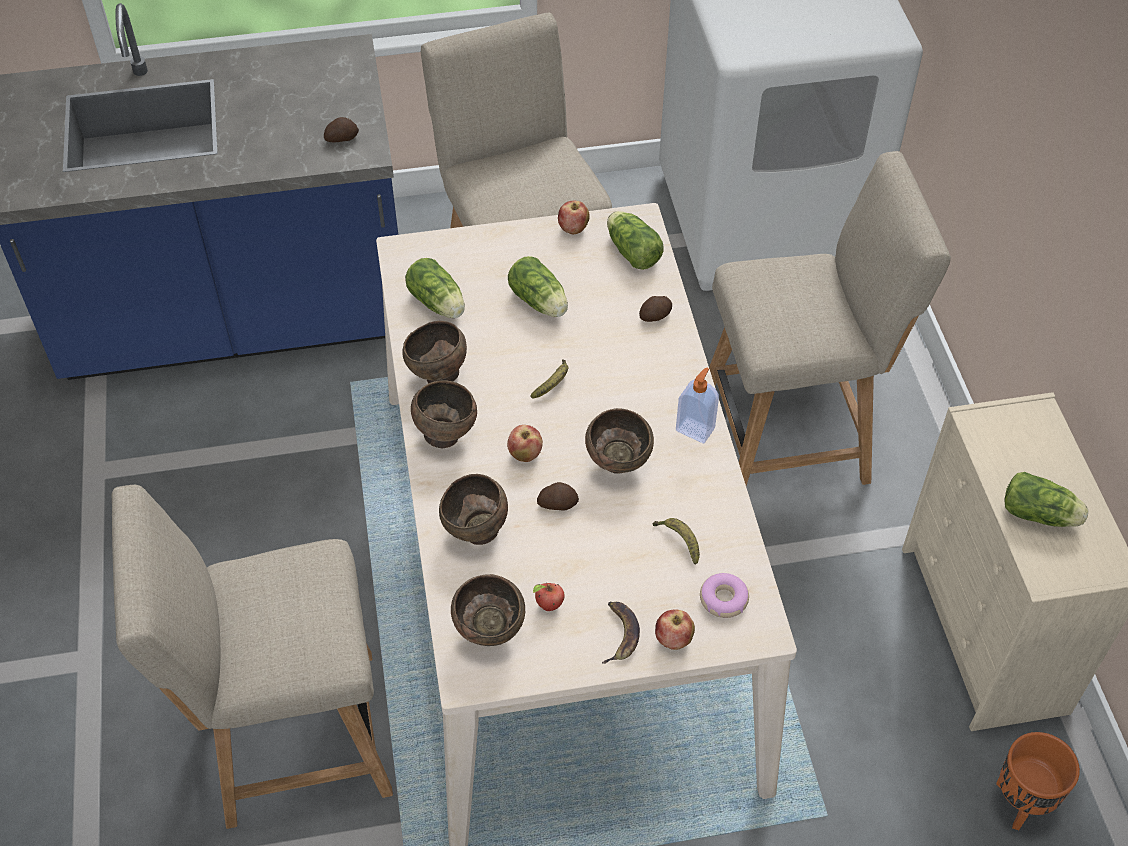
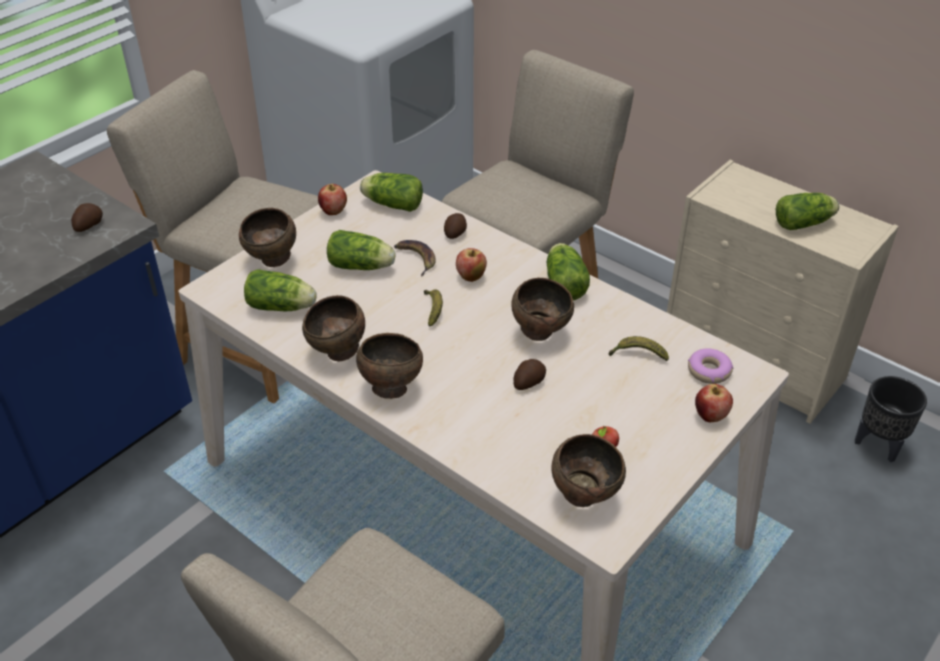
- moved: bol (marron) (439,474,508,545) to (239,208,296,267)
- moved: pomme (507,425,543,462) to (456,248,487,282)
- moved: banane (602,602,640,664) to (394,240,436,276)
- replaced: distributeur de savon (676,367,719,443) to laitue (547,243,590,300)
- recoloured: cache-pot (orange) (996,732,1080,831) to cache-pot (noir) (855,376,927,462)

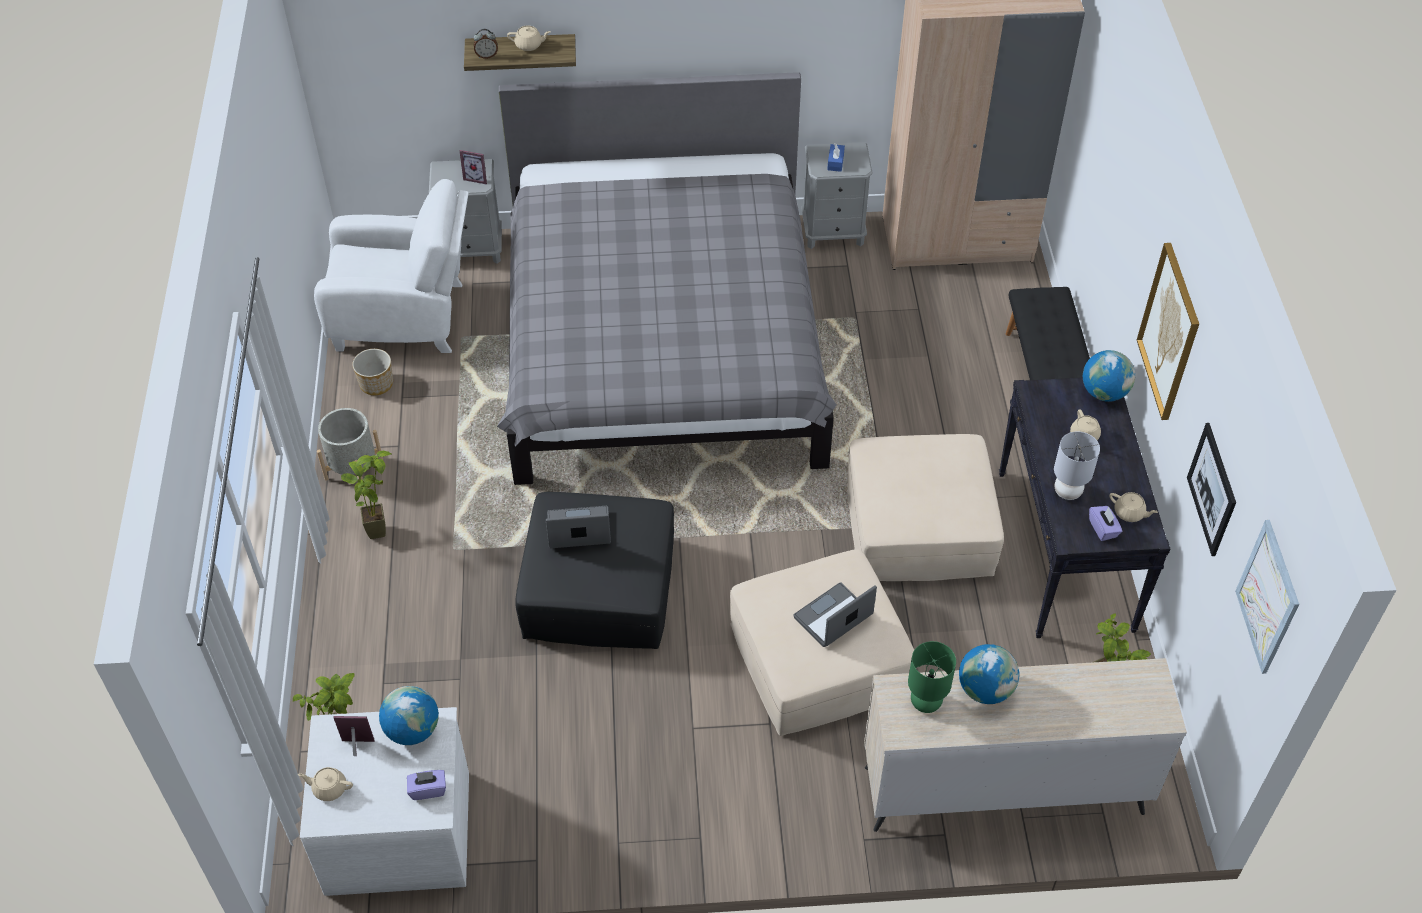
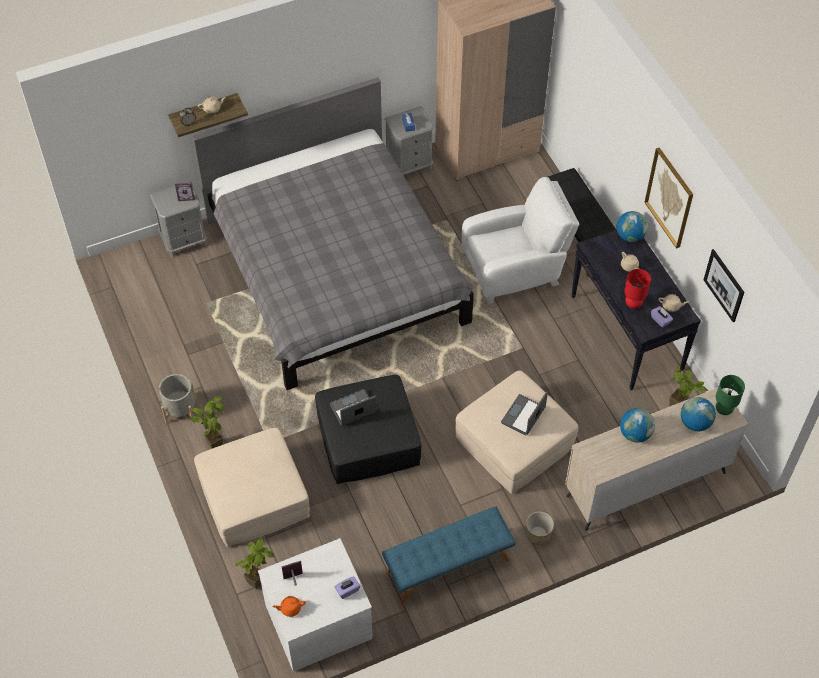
- removed: tableau (1235,520,1299,674)
- added: banc (bleu) (382,506,516,605)
- moved: fauteuil (blanc) (314,179,469,353) to (462,177,579,305)
- moved: cache-pot (352,349,393,395) to (526,512,554,545)
- moved: globe (379,686,439,745) to (681,397,716,431)
- moved: pouf (beige) (847,434,1004,581) to (194,428,310,547)
- moved: lampe de table (vert) (908,641,956,713) to (716,375,745,415)
- recoloured: théière (beige) (298,767,353,801) to théière (orange) (272,596,306,617)
- recoloured: lampe de table (gris) (1054,431,1100,500) to lampe de table (rouge) (624,269,651,309)

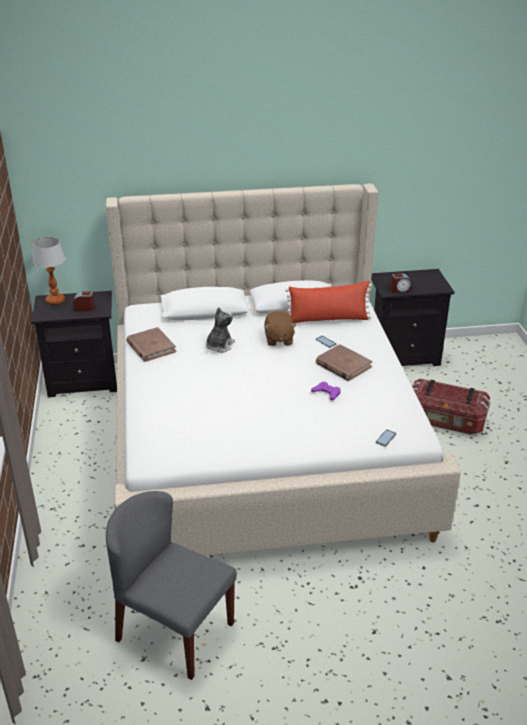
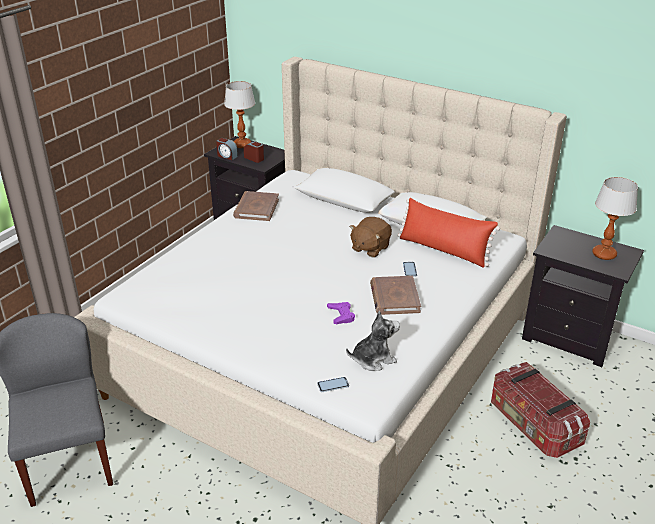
- added: lampe de table (592,177,638,260)
- moved: peluche (206,307,235,353) to (346,311,400,371)
- moved: réveil (391,273,412,293) to (216,138,238,160)

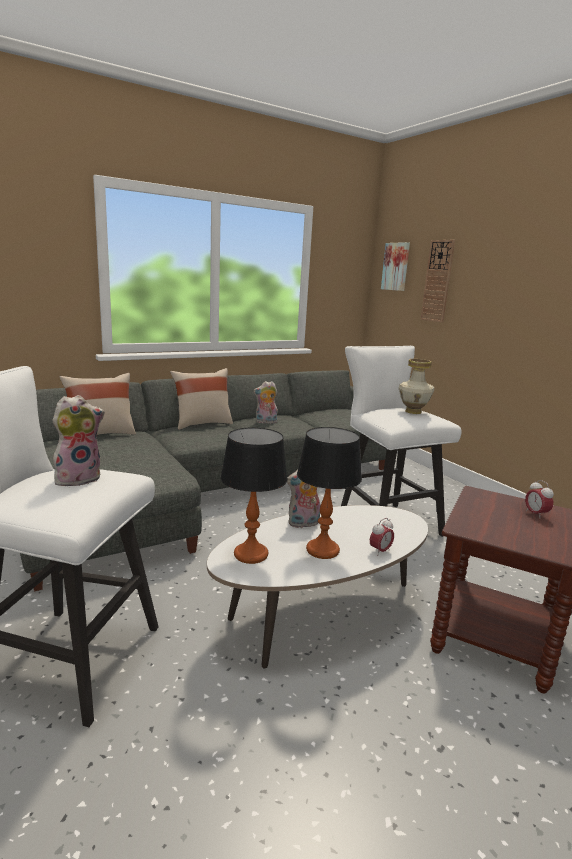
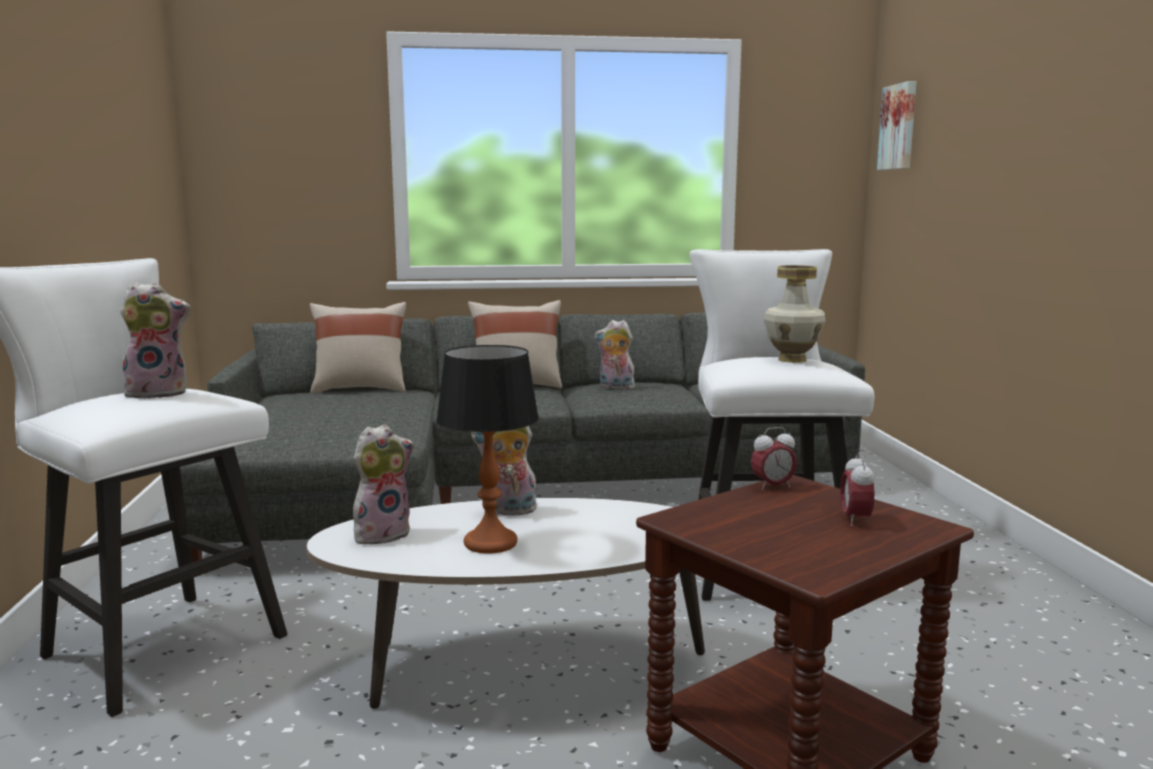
- removed: horloge murale (421,240,455,322)
- moved: réveil (370,518,394,556) to (751,427,797,490)
- replaced: lampe de table (220,427,288,564) to peluche (353,424,414,545)

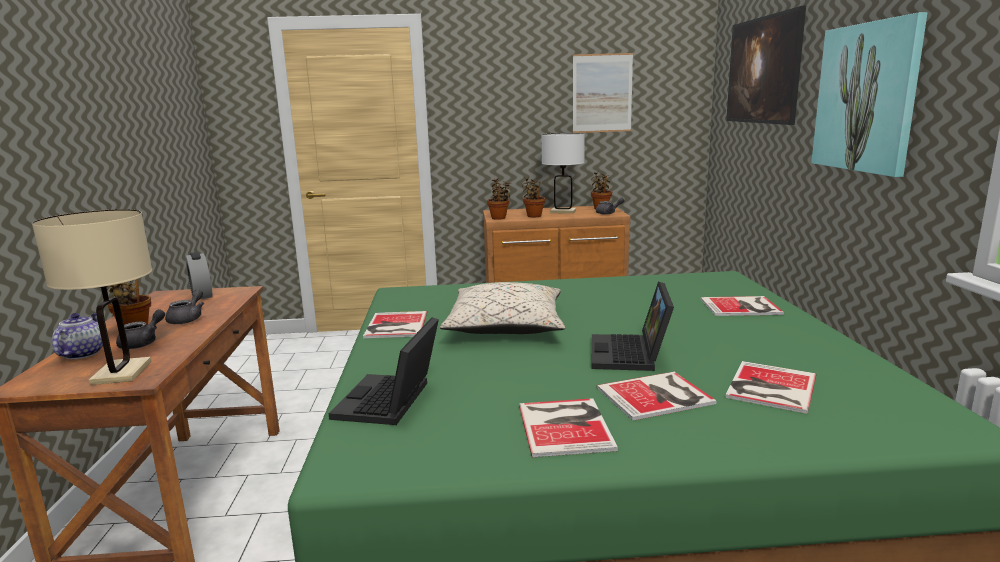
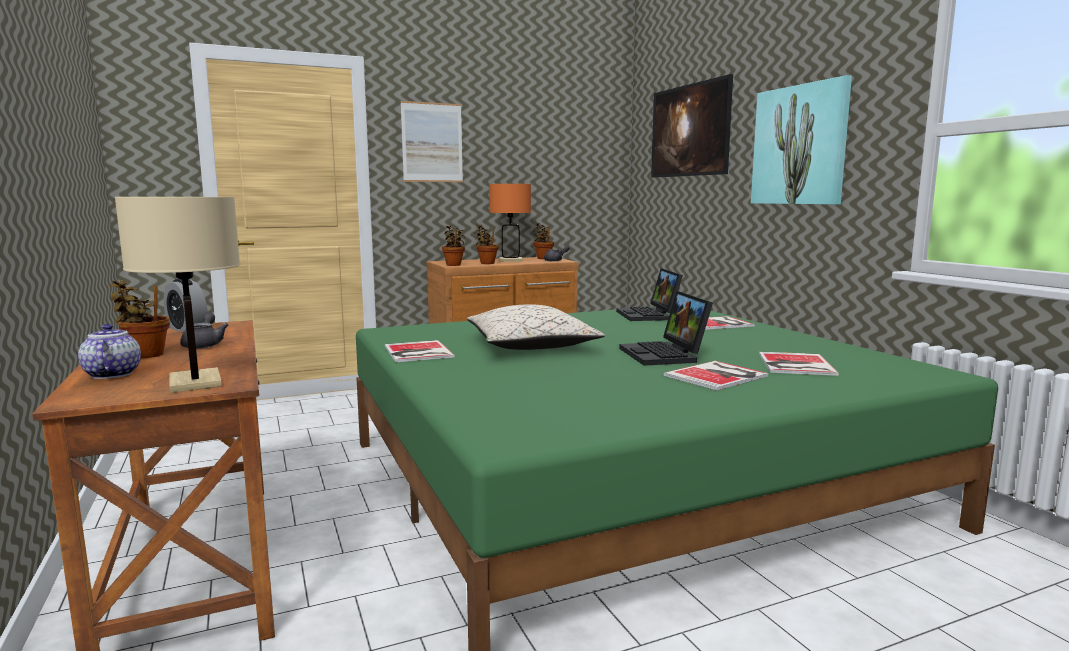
- removed: théière (gris) (116,309,165,349)
- removed: livre (519,398,618,457)
- moved: ordinateur portable (329,317,439,425) to (616,268,683,321)
- moved: tableau (573,53,633,133) to (401,101,463,182)
- recoloured: lampe de table (blanc) (542,133,585,214) to lampe de table (orange) (489,184,531,262)

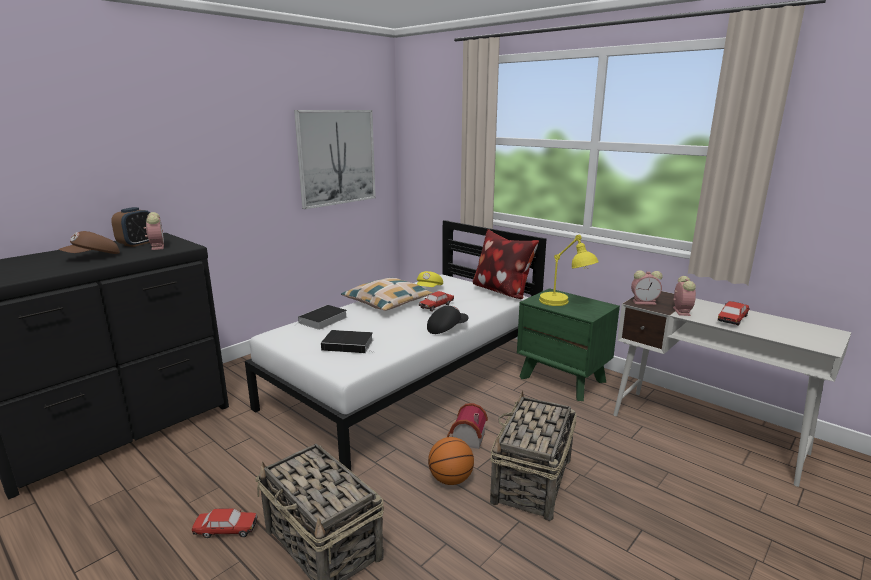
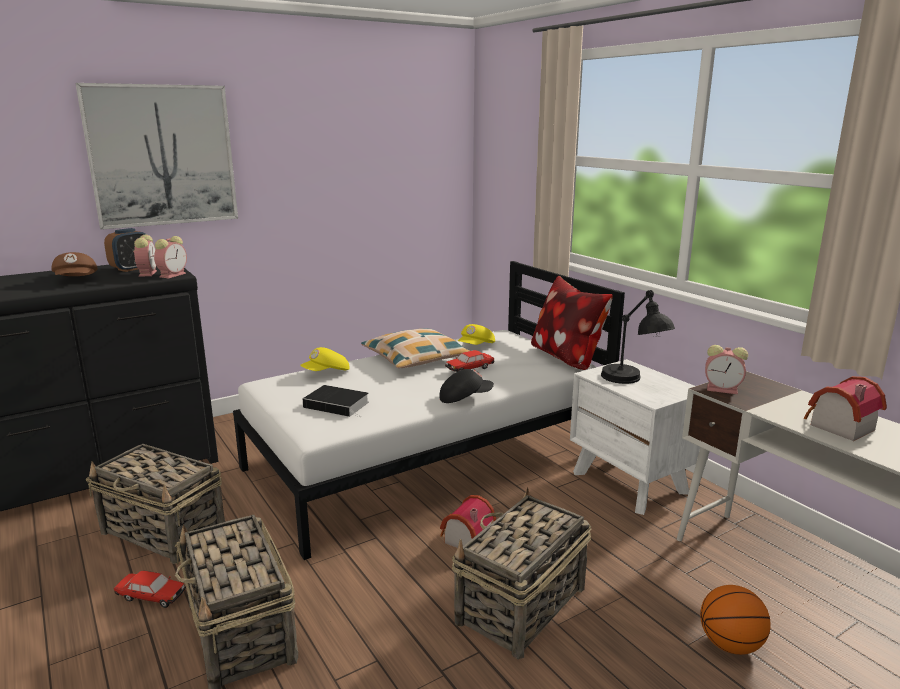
- added: panier (86,444,225,564)
- moved: tableau (294,110,376,209) to (75,83,238,230)
- moved: ballon de basket (428,437,474,485) to (700,585,771,655)
- moved: réveil (673,276,696,316) to (154,236,187,278)
- replaced: livre (295,305,347,330) to casquette (jaune) (300,347,350,371)
- replaced: petite voiture (718,301,750,326) to maison miniature (804,376,887,441)
- recoloured: table de chevet (vert) (517,288,620,401) to table de chevet (blanc) (570,359,700,515)
- recoloured: lampe de table (jaune) (539,235,599,306) to lampe de table (noir) (601,290,675,384)
- turned: casquette (marron) (59,231,120,254) = (51,252,98,276) 75 degrees counterclockwise

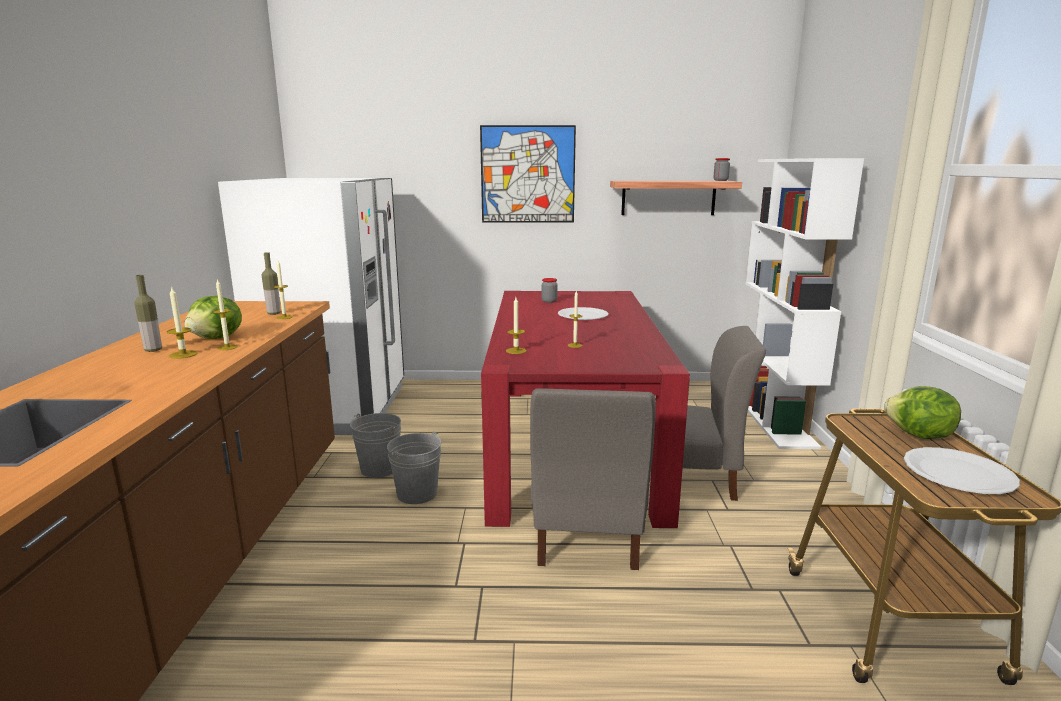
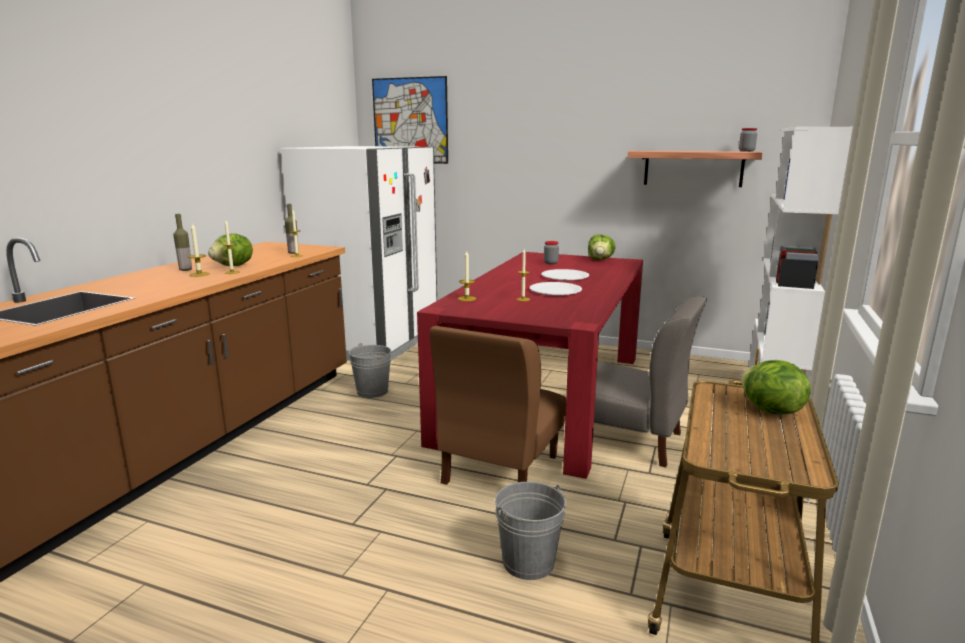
- added: laitue (588,234,616,260)
- moved: seau (gris) (387,431,441,504) to (495,482,566,580)
- moved: tableau (480,125,576,223) to (372,76,448,164)
- moved: assiette (blanc) (904,447,1020,494) to (530,282,582,295)
- recoloured: chaise (gris) (530,388,656,570) to chaise (marron) (430,326,566,485)

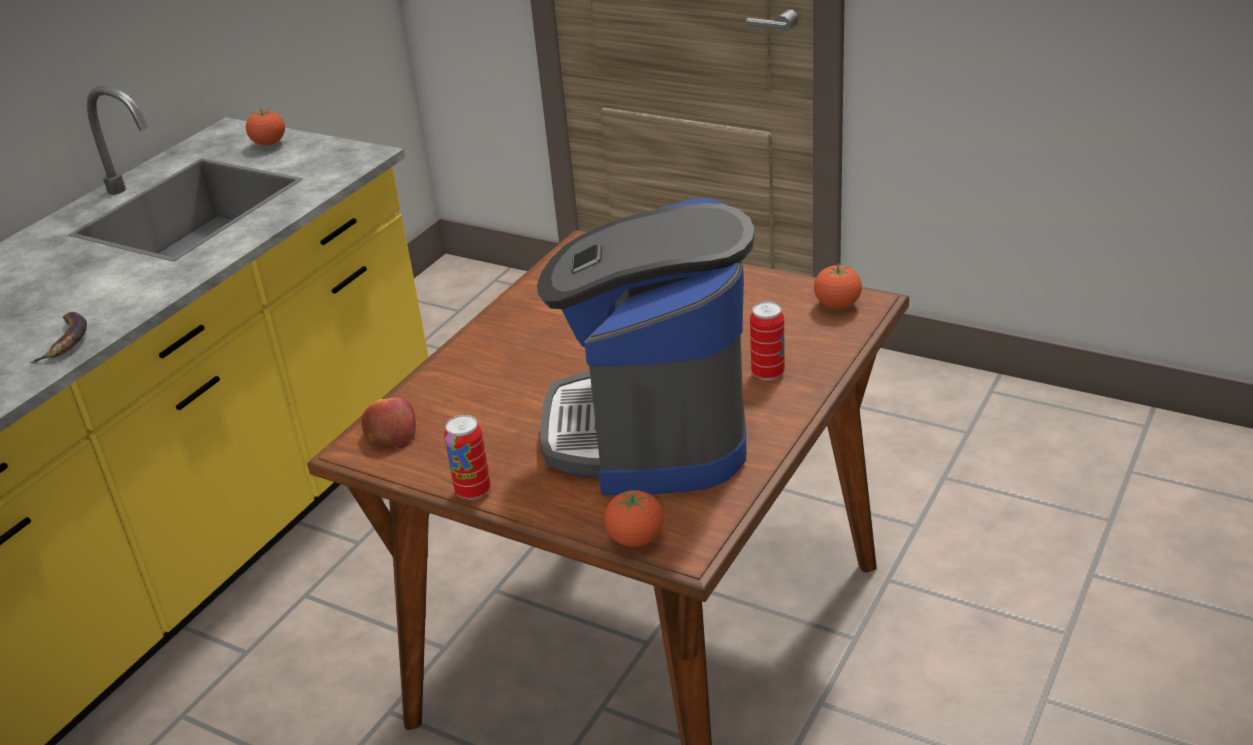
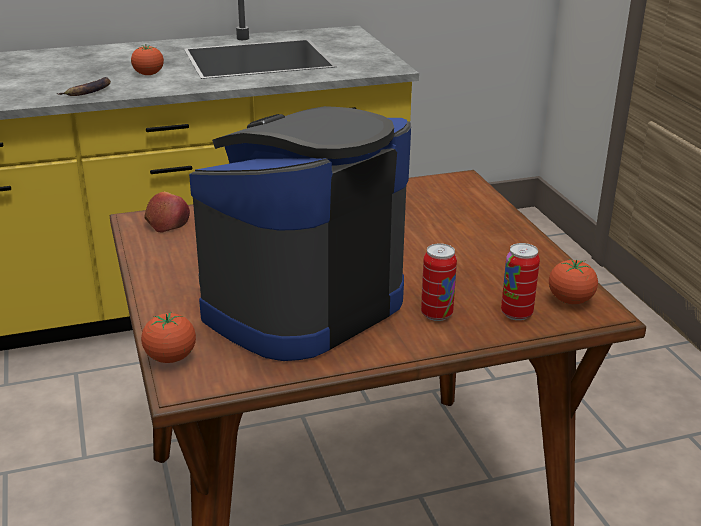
- moved: tomate (246,109,285,145) to (131,44,164,75)
- moved: boîte métallique (444,415,491,500) to (501,243,540,320)

